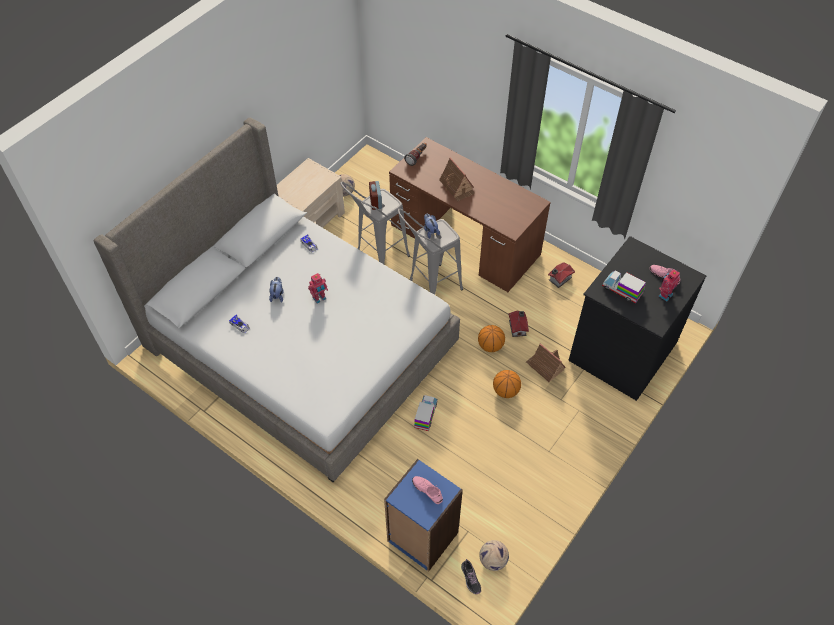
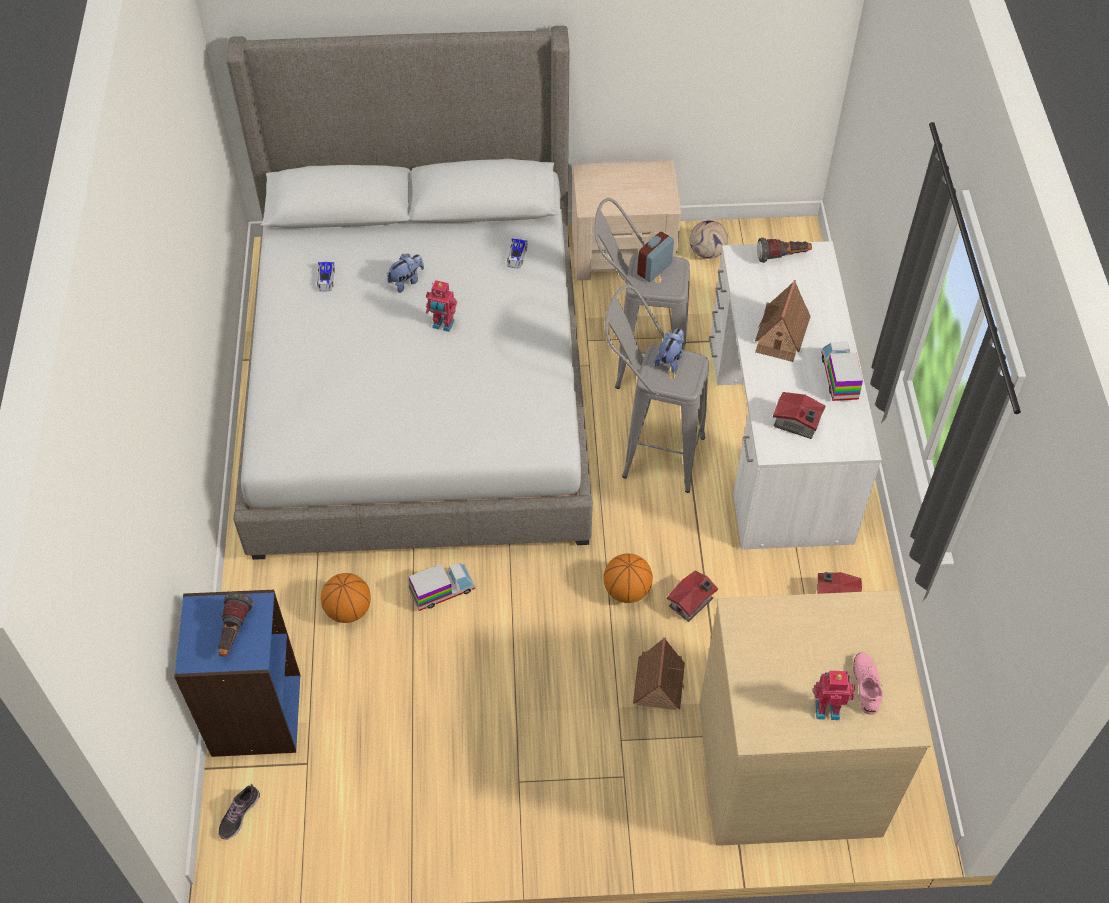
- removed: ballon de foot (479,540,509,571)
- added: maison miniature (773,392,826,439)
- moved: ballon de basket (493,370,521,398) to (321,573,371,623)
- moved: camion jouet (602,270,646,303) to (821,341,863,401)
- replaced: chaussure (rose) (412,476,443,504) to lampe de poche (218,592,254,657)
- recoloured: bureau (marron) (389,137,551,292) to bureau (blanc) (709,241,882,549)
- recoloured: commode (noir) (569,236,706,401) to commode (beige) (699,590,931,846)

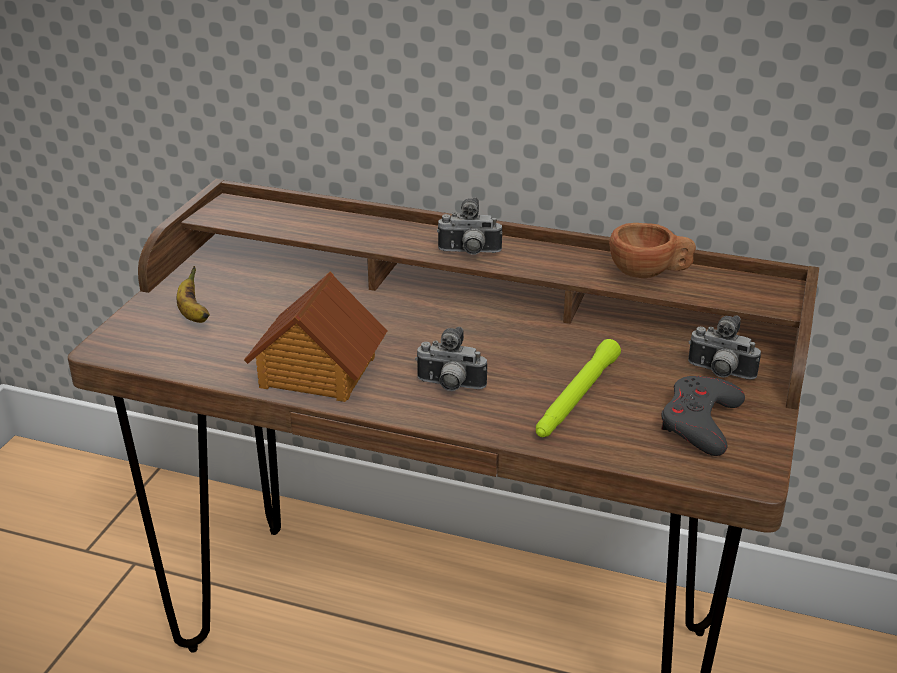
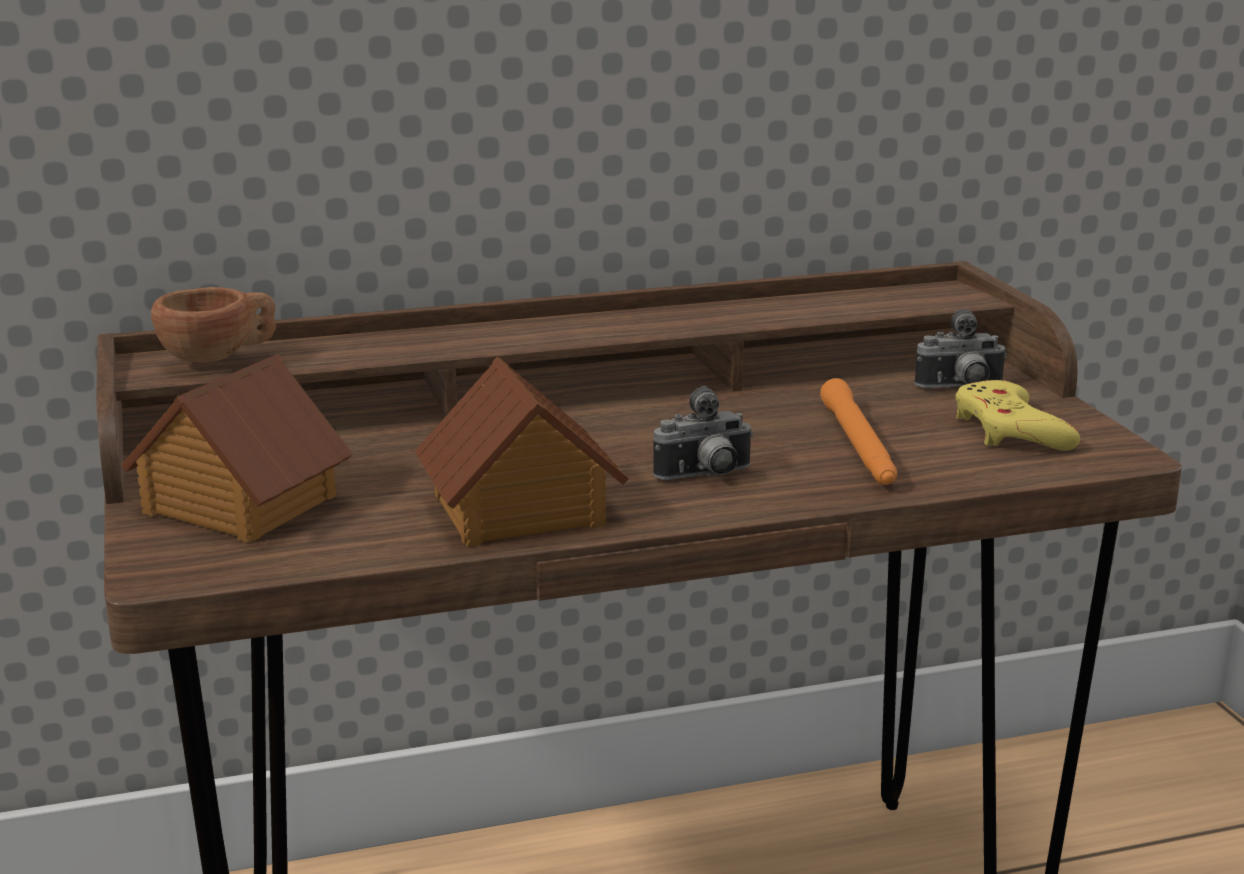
- removed: appareil photo (437,197,503,255)
- moved: tasse (marron) (609,223,696,278) to (151,287,276,363)
- replaced: banane (177,266,210,323) to maison miniature (121,354,353,543)
- recoloured: lampe de poche (vert) (536,339,621,437) to lampe de poche (orange) (820,378,897,485)
- recoloured: manette (gris) (661,376,745,456) to manette (jaune) (956,380,1080,451)

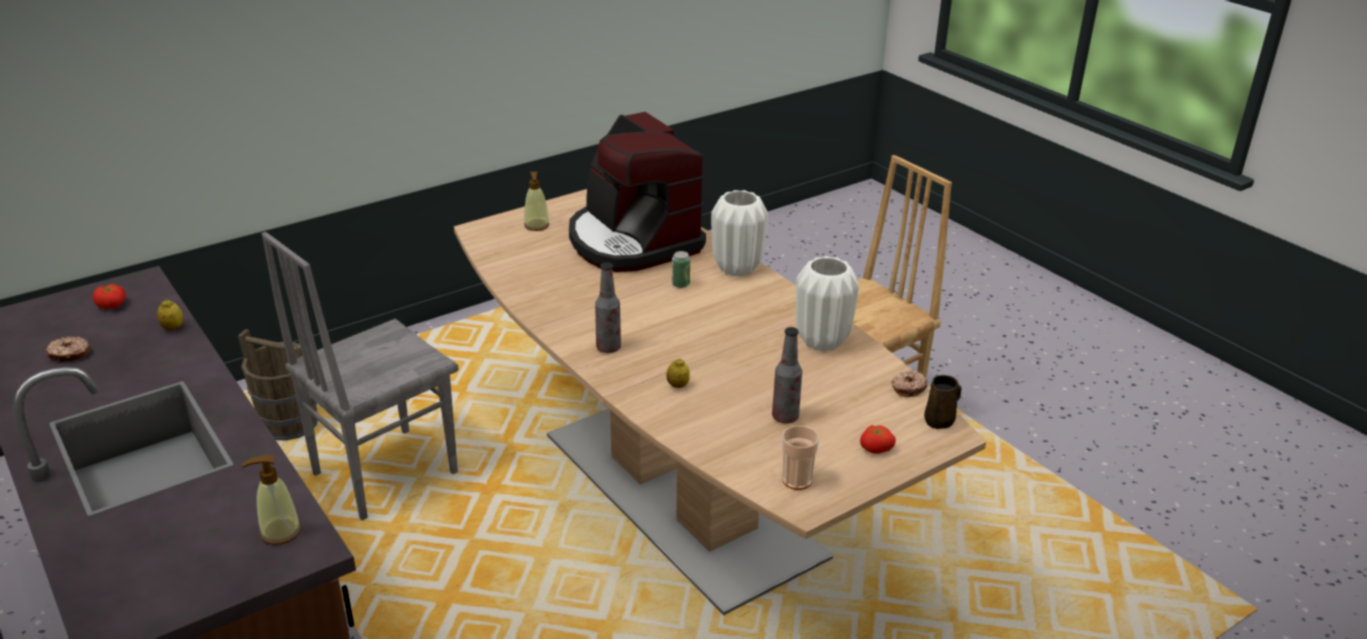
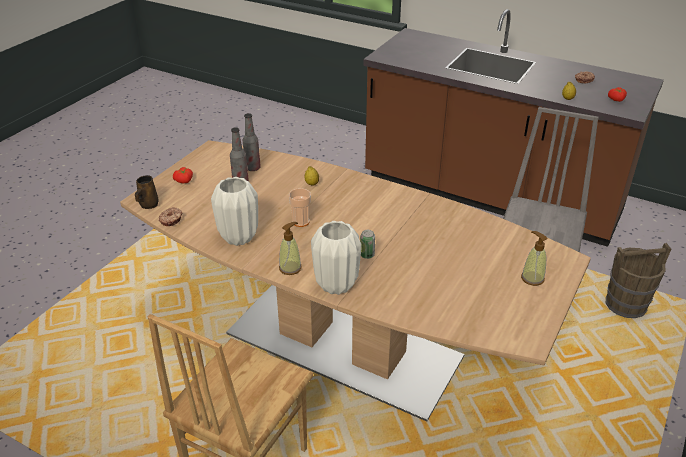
- removed: machine à café (569,112,706,272)
- moved: distributeur de savon (242,455,301,545) to (279,222,302,275)
- moved: bouteille (595,262,621,353) to (243,113,261,171)
- moved: tasse (782,426,819,490) to (289,188,311,227)

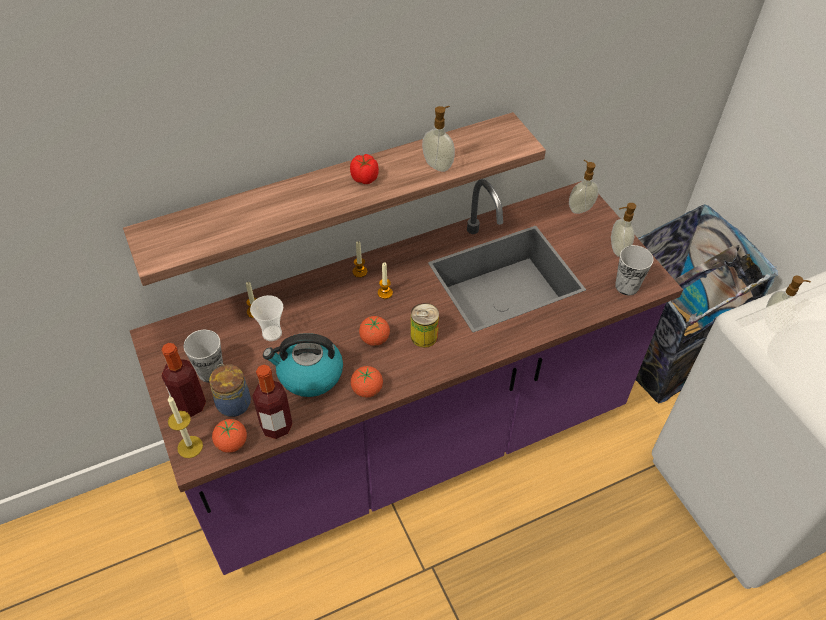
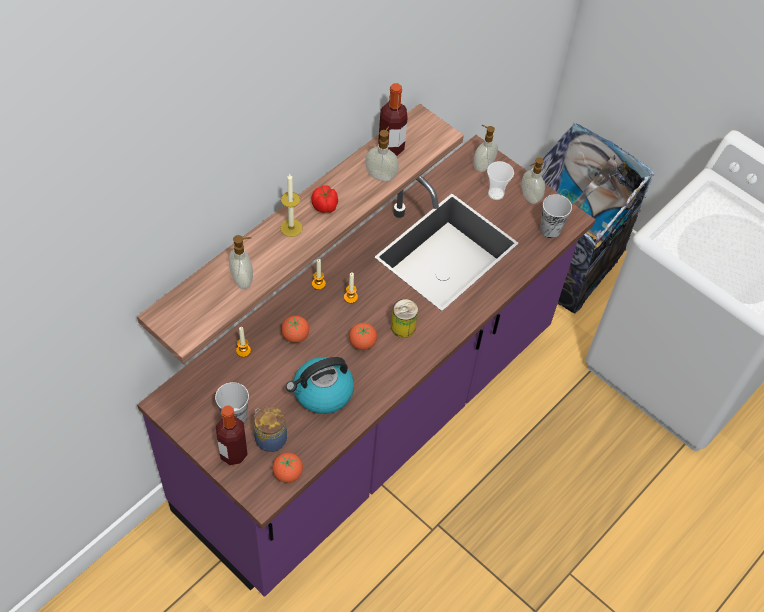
- moved: bougie (168,396,203,458) to (280,174,303,237)
- moved: tasse (250,295,283,341) to (487,161,514,200)
- moved: bouteille (252,365,293,439) to (378,83,408,156)
- moved: tomate (351,366,383,398) to (281,315,309,343)
- moved: distributeur de savon (765,276,811,333) to (229,235,253,289)

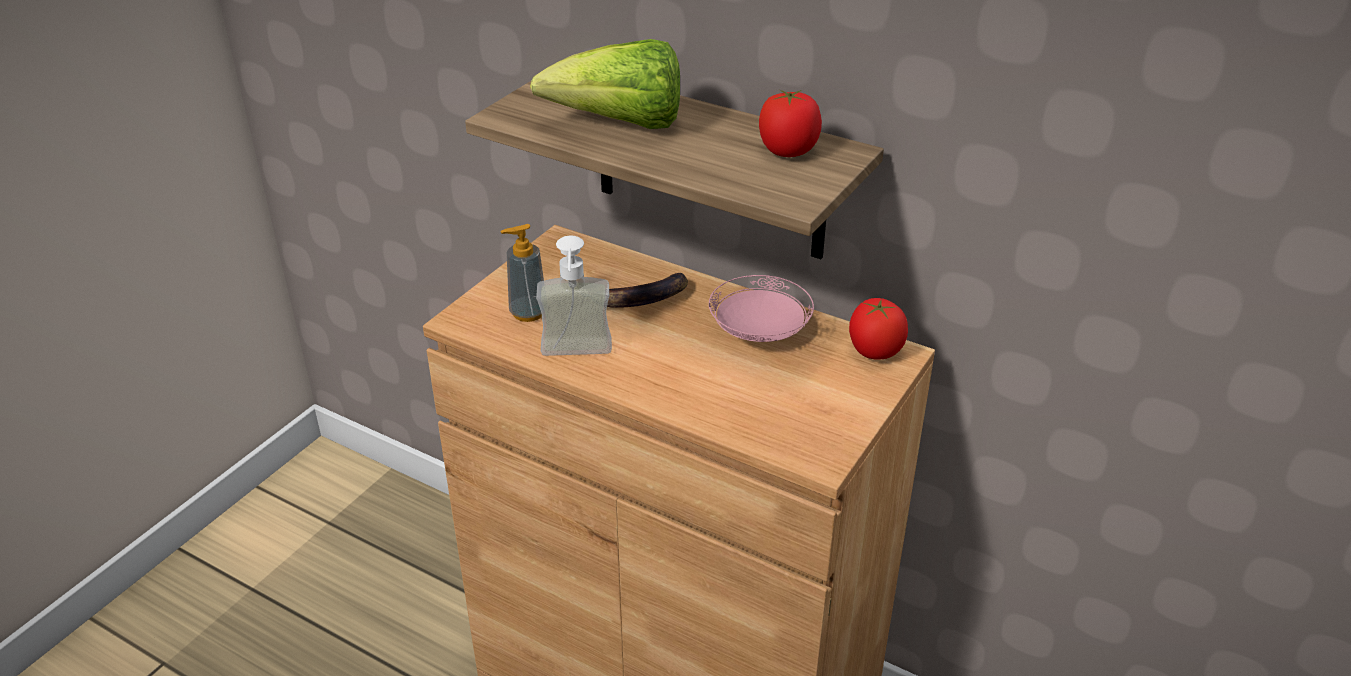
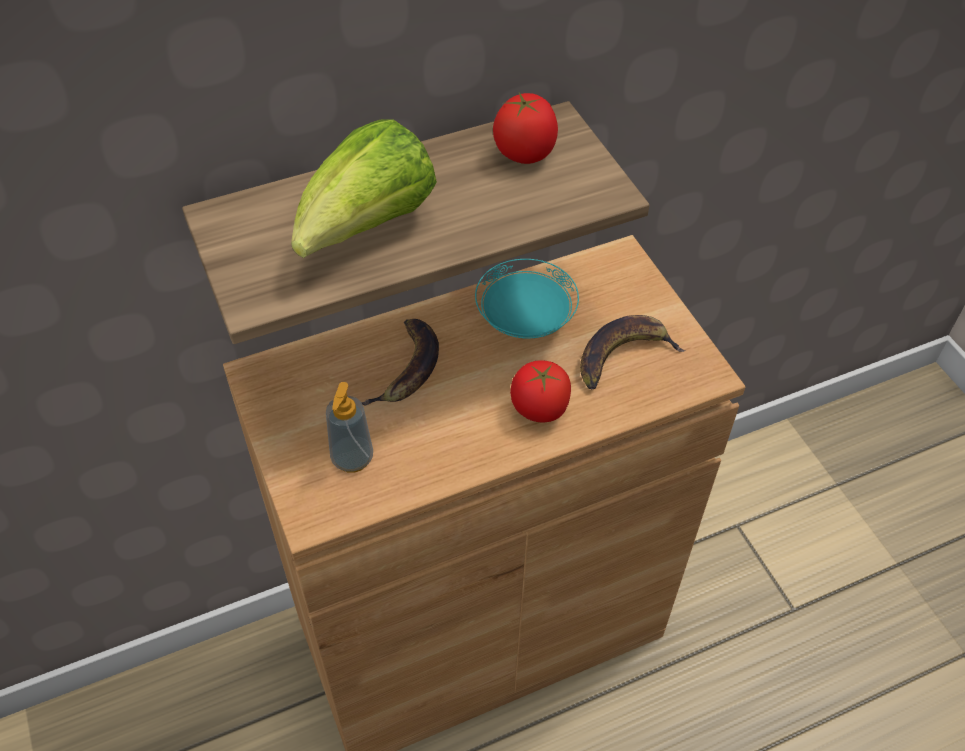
- removed: distributeur de savon (536,235,612,356)
- added: banane (580,315,686,390)
- moved: tomate (849,298,908,360) to (510,360,571,422)
- recoloured: assiette (rose) (709,275,814,342) to assiette (turquoise) (475,259,579,339)

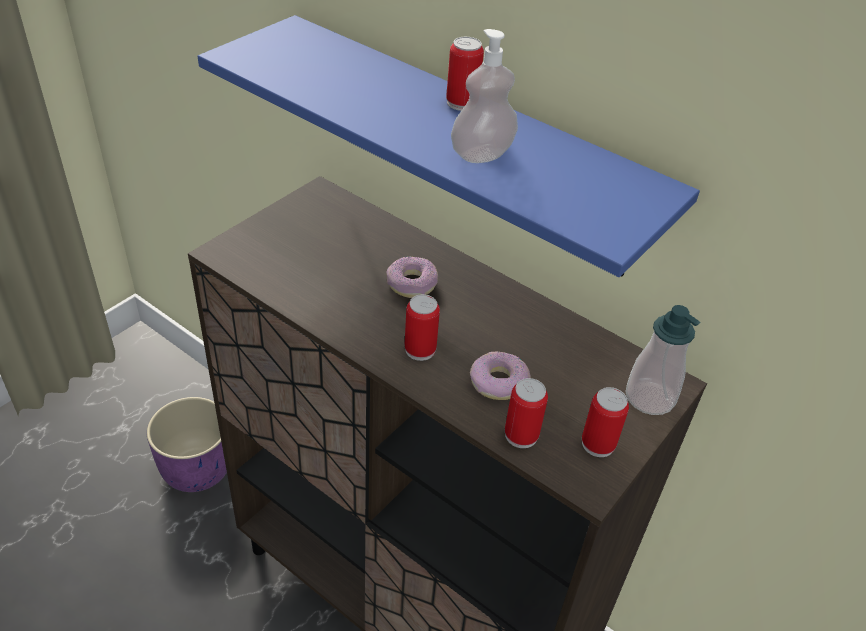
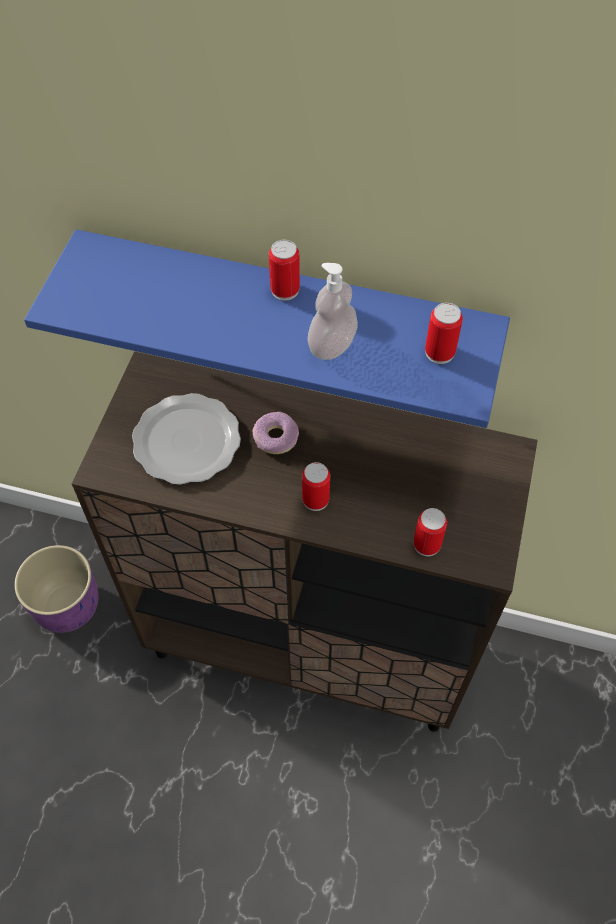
- removed: beignet (470,351,531,400)
- removed: distributeur de savon (626,305,700,415)
- added: assiette (132,393,241,485)
- moved: boîte métallique (582,387,629,457) to (425,303,463,364)

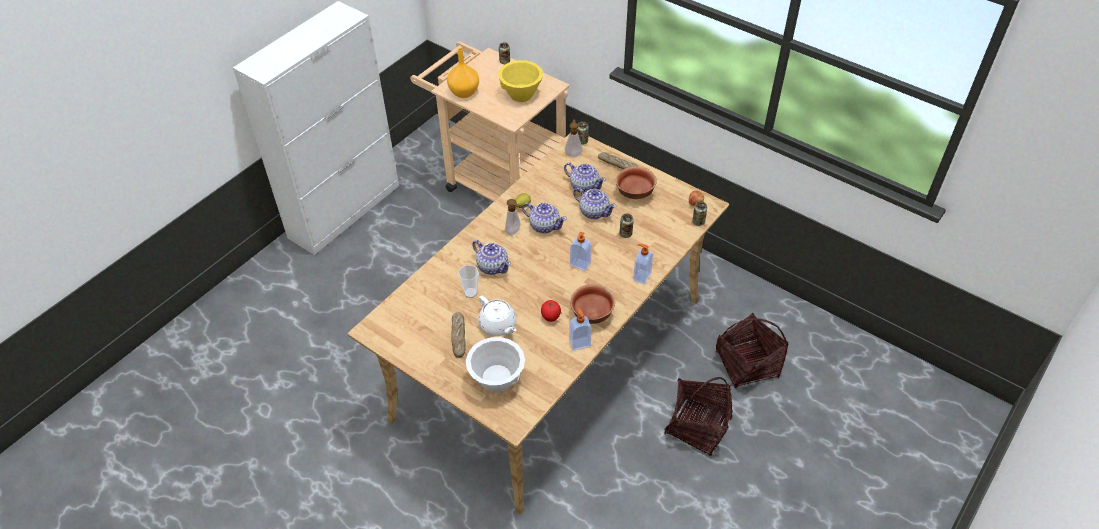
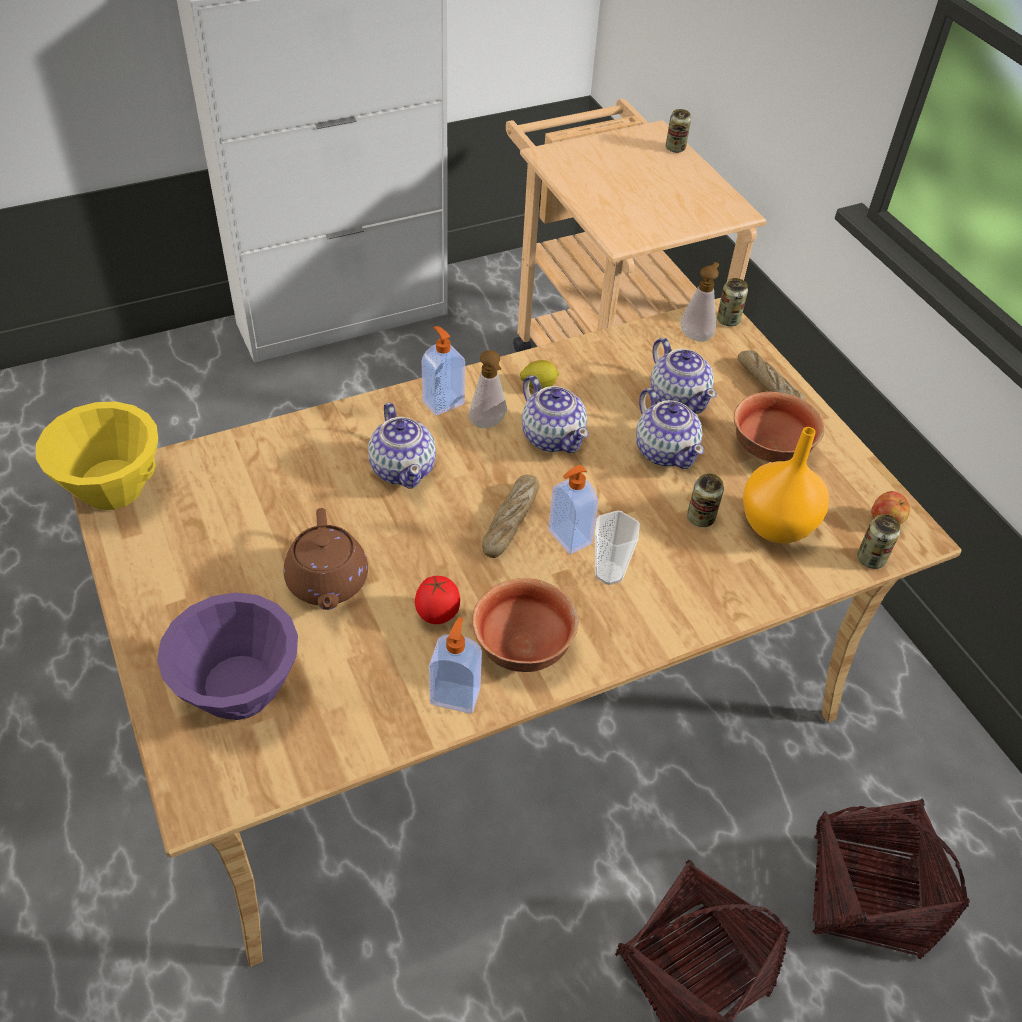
- moved: vase (orange) (447,48,479,98) to (743,427,829,544)
- moved: pain (451,312,466,358) to (482,475,539,558)
- moved: tasse (458,265,479,298) to (595,510,640,585)
- moved: bol (jaune) (498,60,543,102) to (36,401,158,510)
- moved: distributeur de savon (633,244,653,285) to (422,326,465,416)
- recoloured: bol (blanc) (466,337,525,393) to bol (violet) (157,592,298,720)
- recoloured: théière (blanc) (478,296,517,336) to théière (marron) (283,508,368,610)

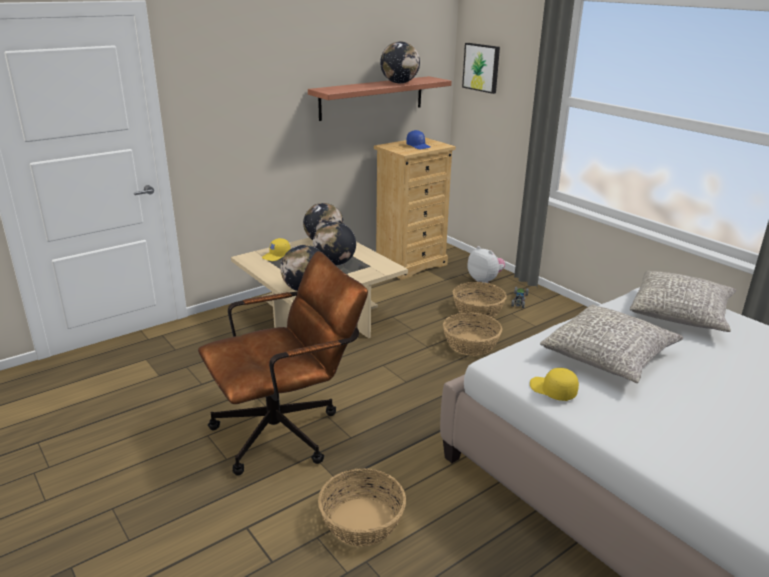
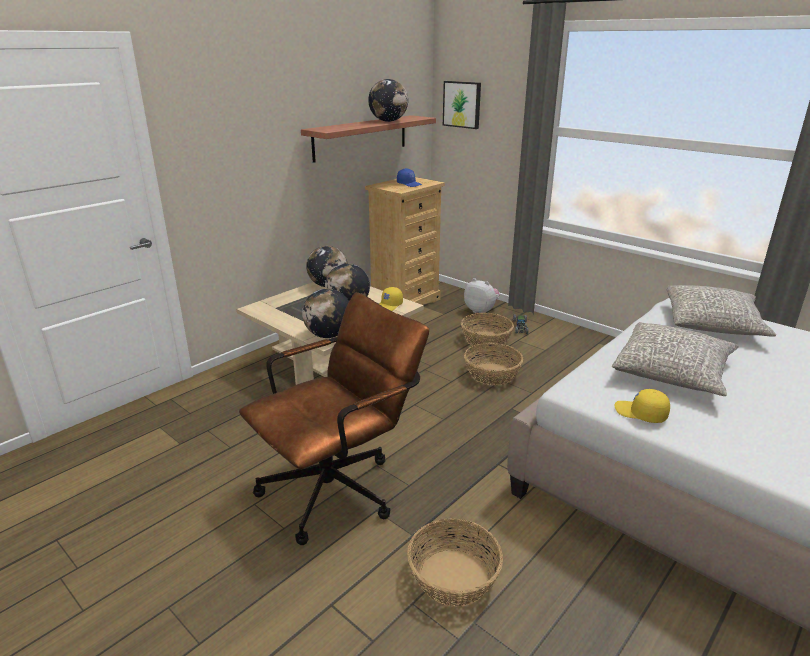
- moved: casquette (jaune) (262,238,291,261) to (379,287,403,311)

